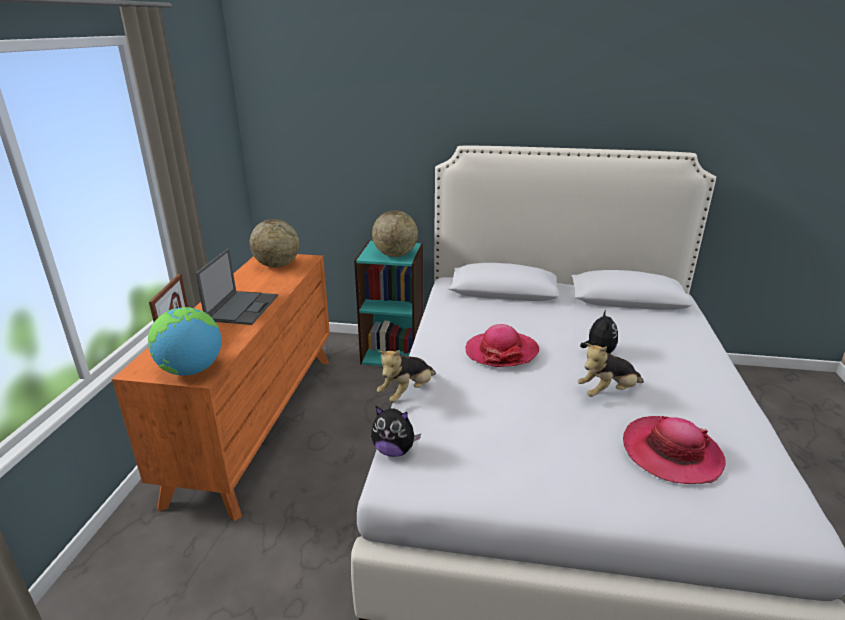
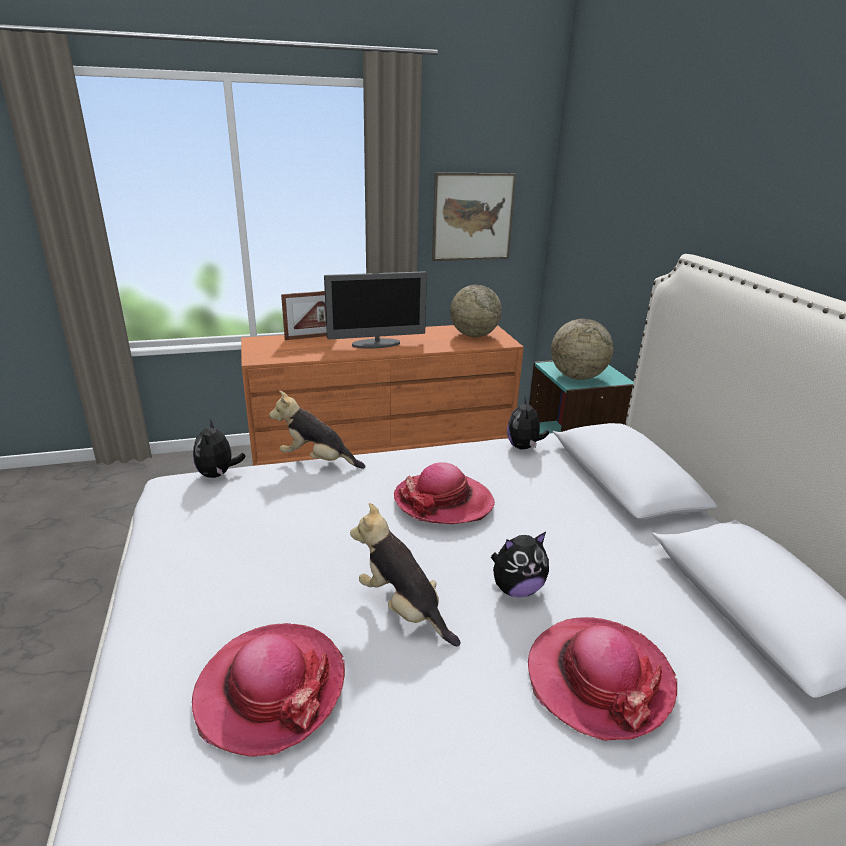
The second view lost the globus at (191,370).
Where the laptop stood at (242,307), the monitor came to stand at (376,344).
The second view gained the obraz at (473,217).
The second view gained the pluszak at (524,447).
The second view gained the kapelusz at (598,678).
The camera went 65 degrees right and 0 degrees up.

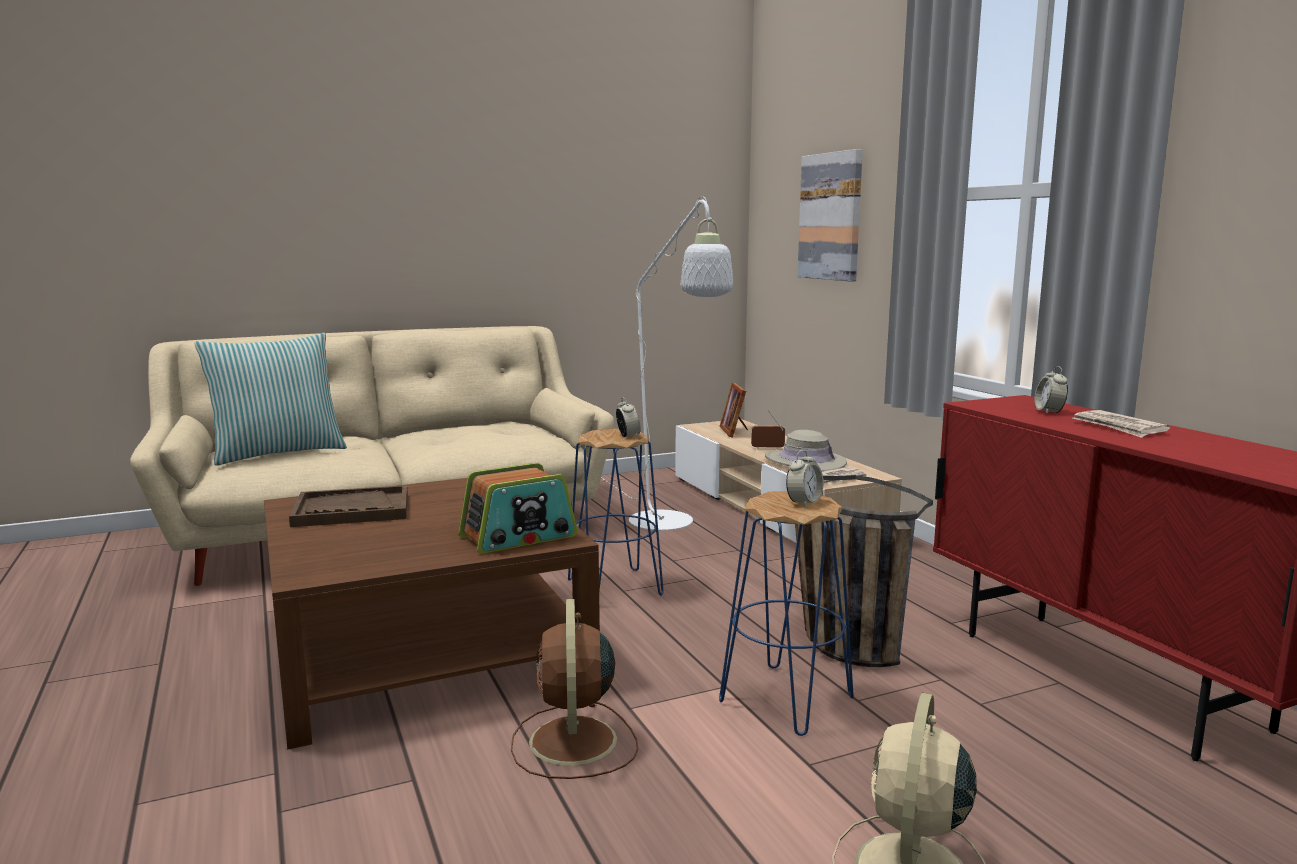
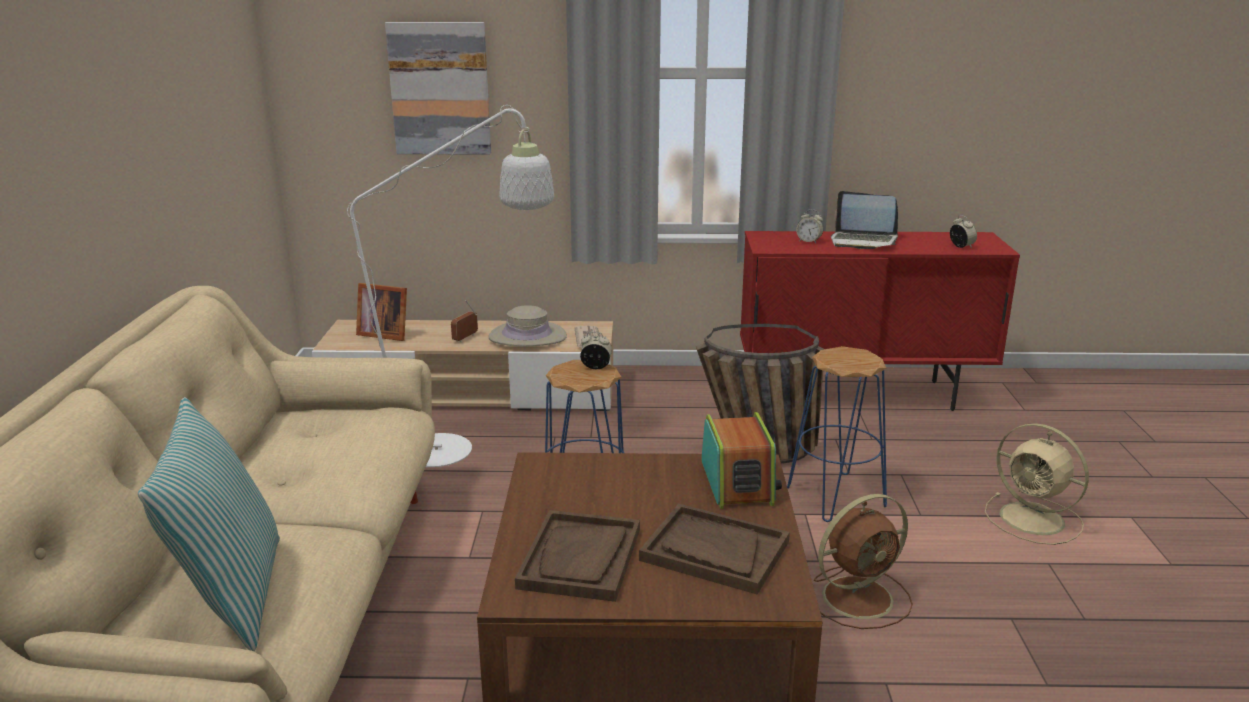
The wentylator/brązowy at (573,743) ended up facing another way, 45 degrees counterclockwise from before.
The budzik ended up elsewhere, having gone from (804,503) to (961,246).
Where the gazeta stood at (1118,427), the laptop came to stand at (863,241).
The second view gained the taca/brązowy at (714,551).
The camera went 65 degrees left and 10 degrees up.

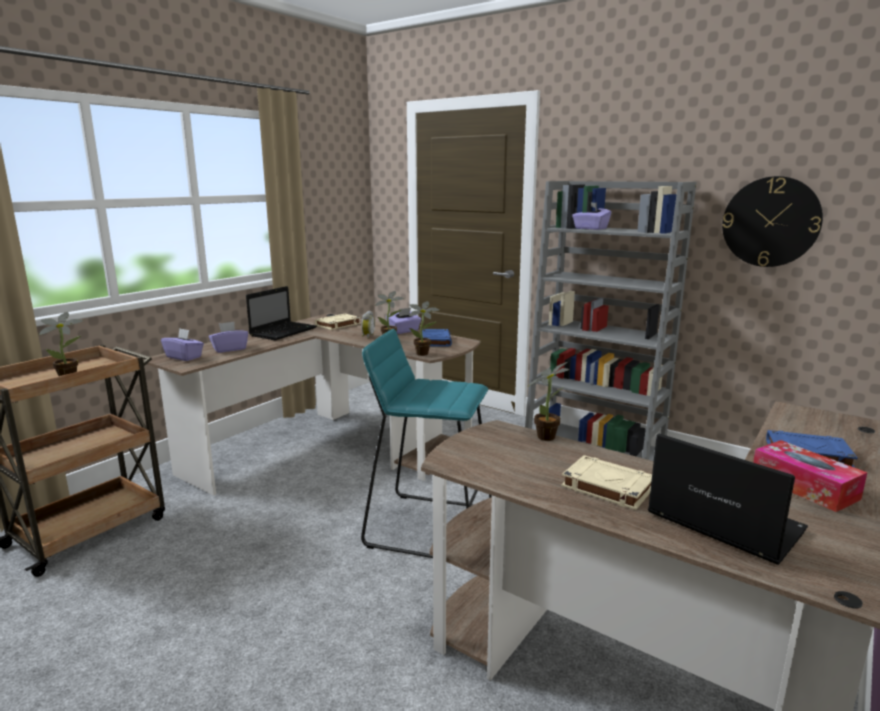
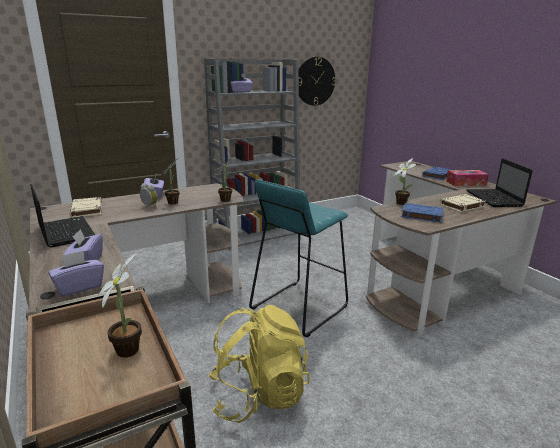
The książka/niebieski ended up elsewhere, having gone from (435,341) to (421,215).
The laptop at (720,522) ended up facing another way, 75 degrees counterclockwise from before.
The second view gained the plecak/żółty at (259,395).
The camera went 65 degrees left and 5 degrees up.

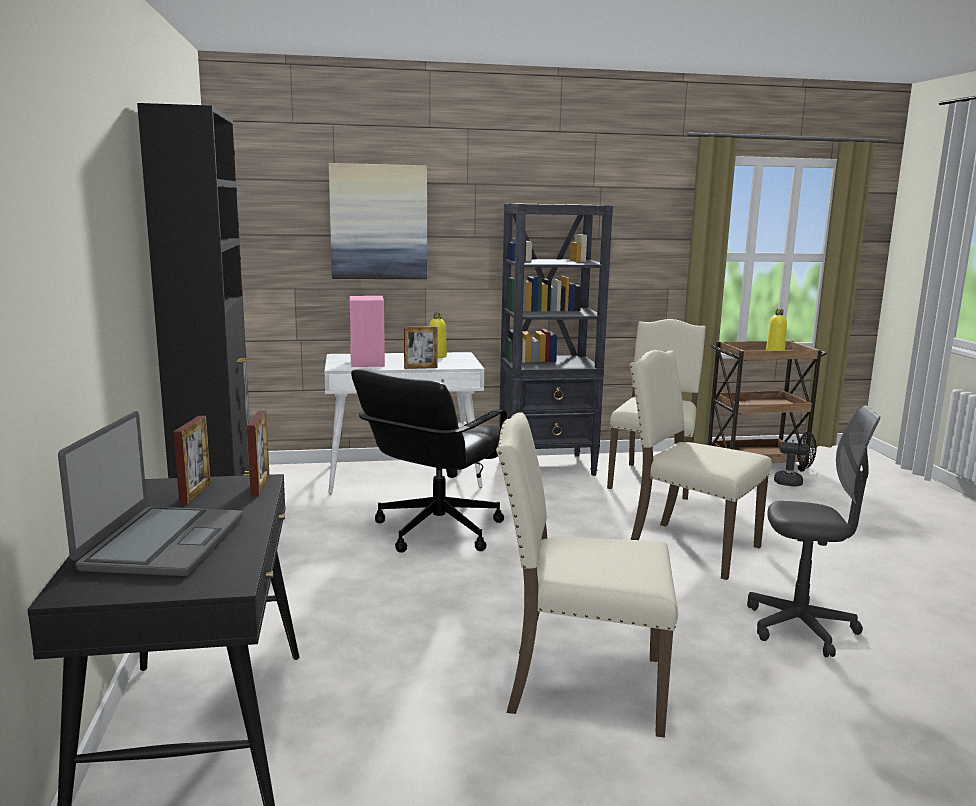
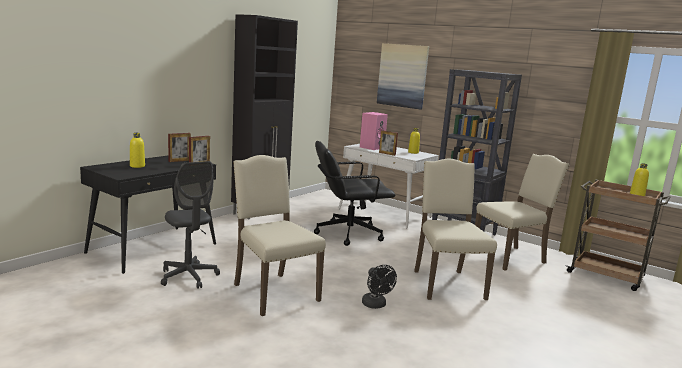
Where the laptop stood at (161,543), the butelka/żółty came to stand at (137,166).
The krzesło biurowe/szary ended up elsewhere, having gone from (800,627) to (188,276).
The wentylator/czarny ended up elsewhere, having gone from (793,483) to (376,305).
The camera went 45 degrees right and 0 degrees up.

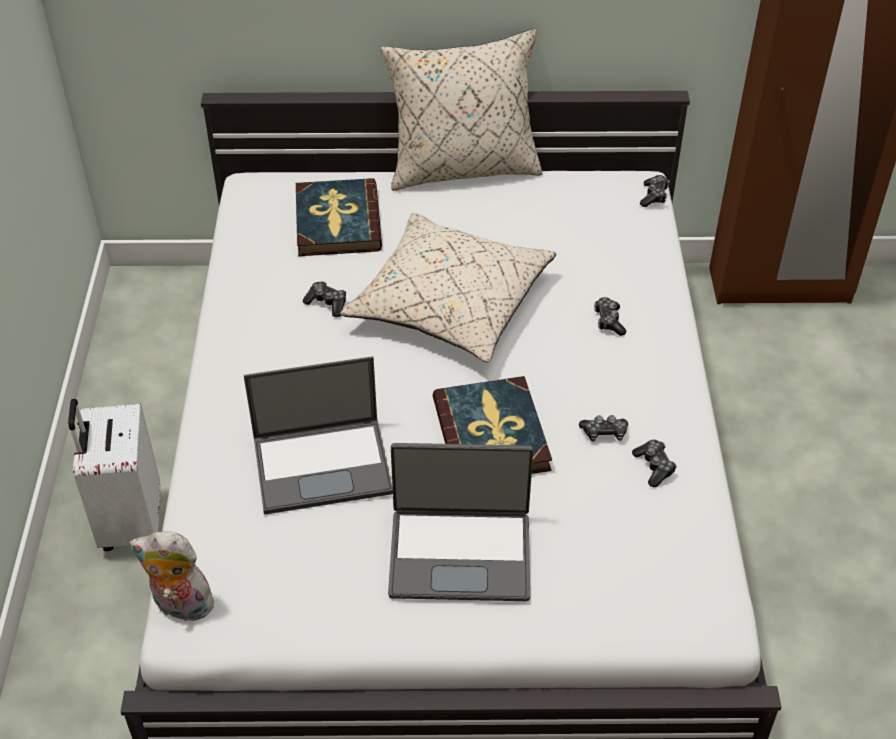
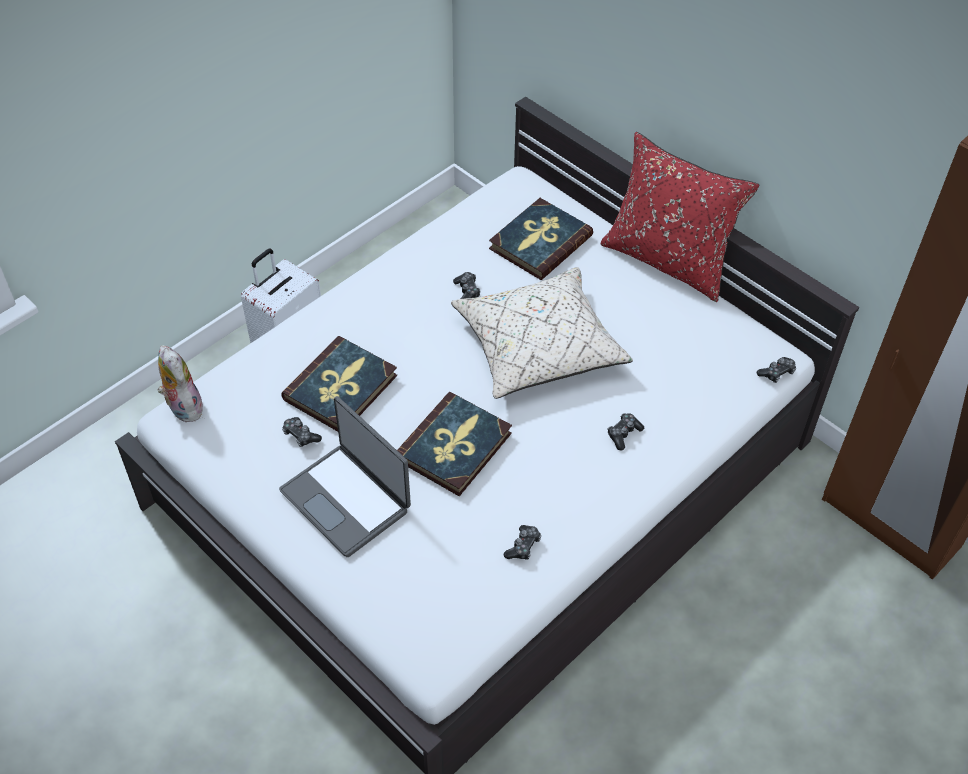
Where the laptop stood at (324,464), the książka came to stand at (341,388).
What was the poduszka/beżowy at (462,168) turned into the poduszka/czerwony at (668,260).
The pad do gier ended up elsewhere, having gone from (604,433) to (300,435).
The camera went 45 degrees right and 5 degrees up.

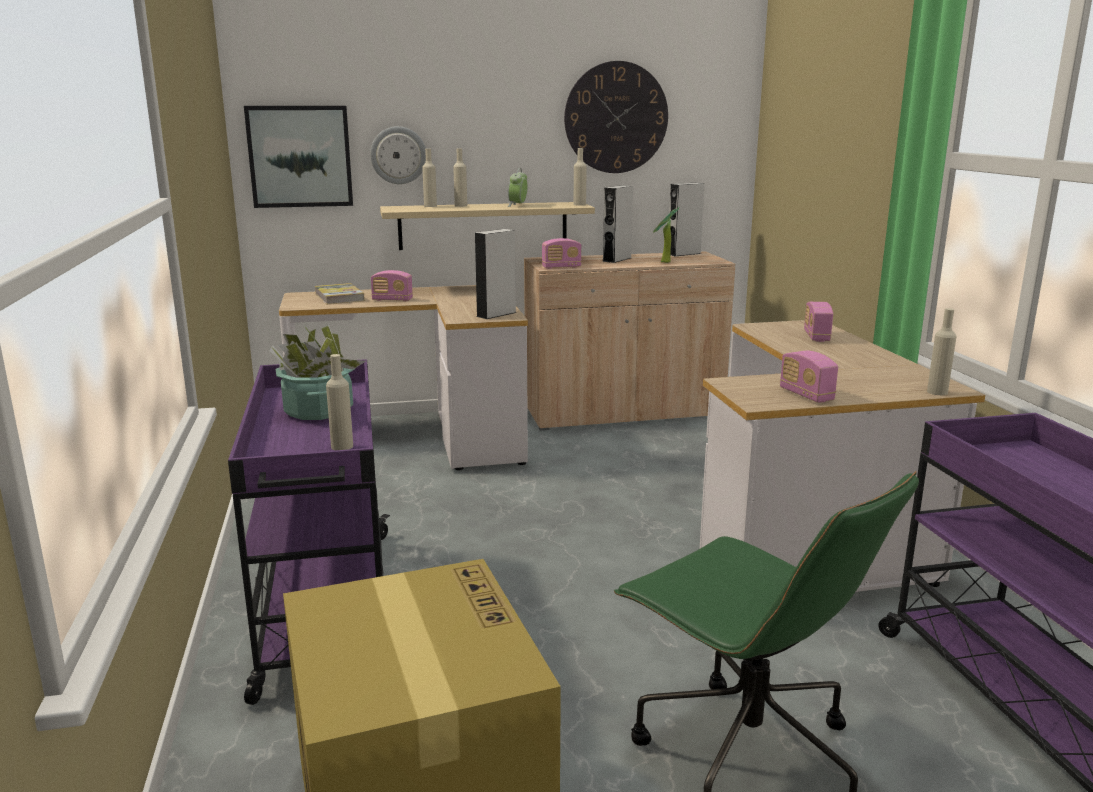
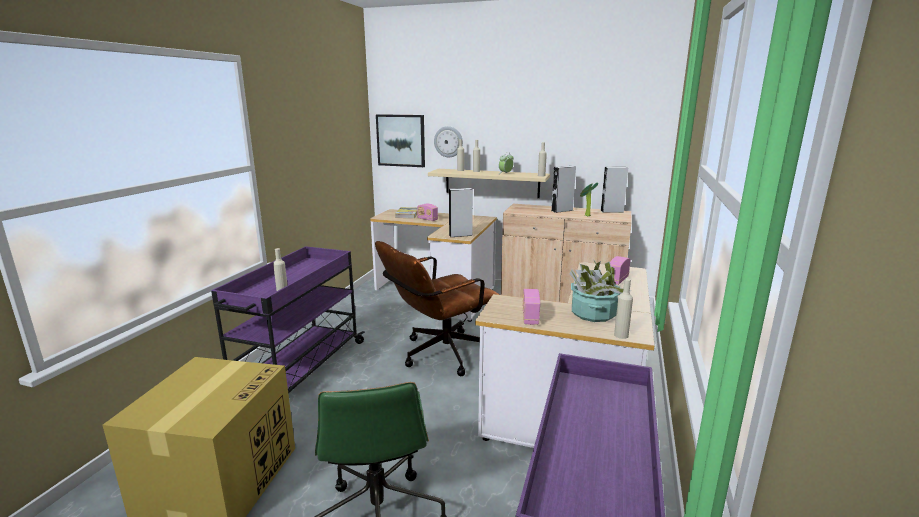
The roślina doniczkowa ended up elsewhere, having gone from (318,410) to (593,314).
The second view lost the radio at (561,267).
The second view lost the zegar ścienny at (616,118).
The second view gained the krzesło biurowe/brązowy at (439,355).
The camera went 30 degrees right and 0 degrees up.

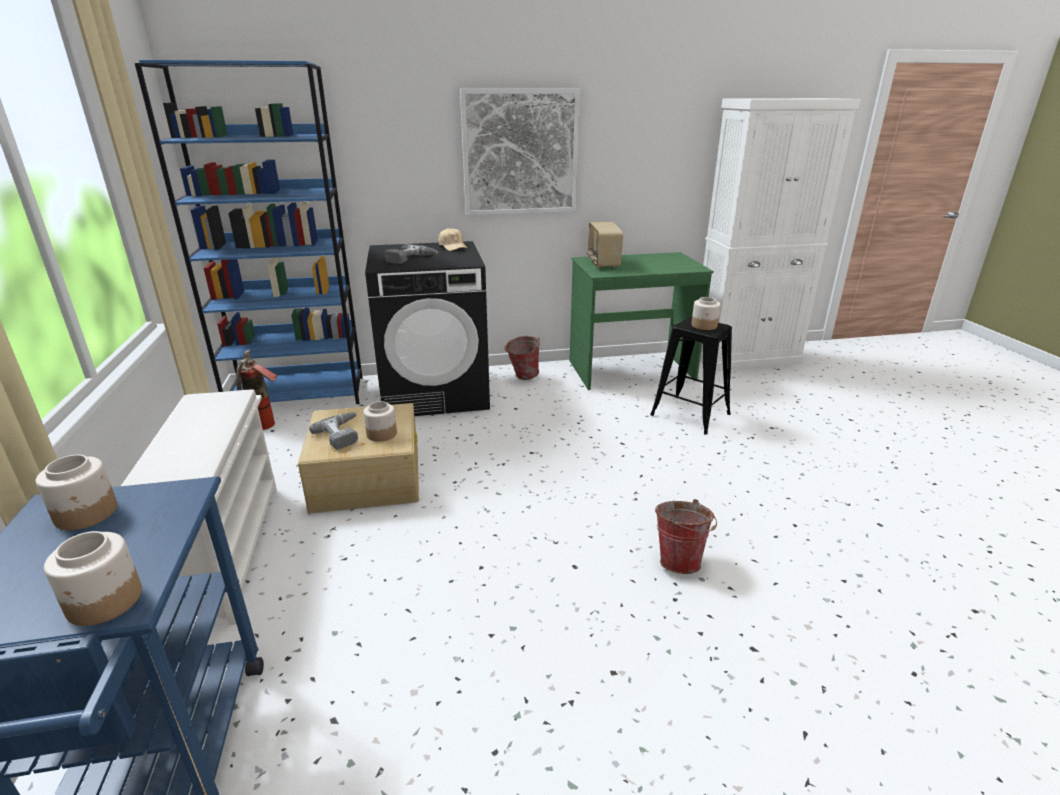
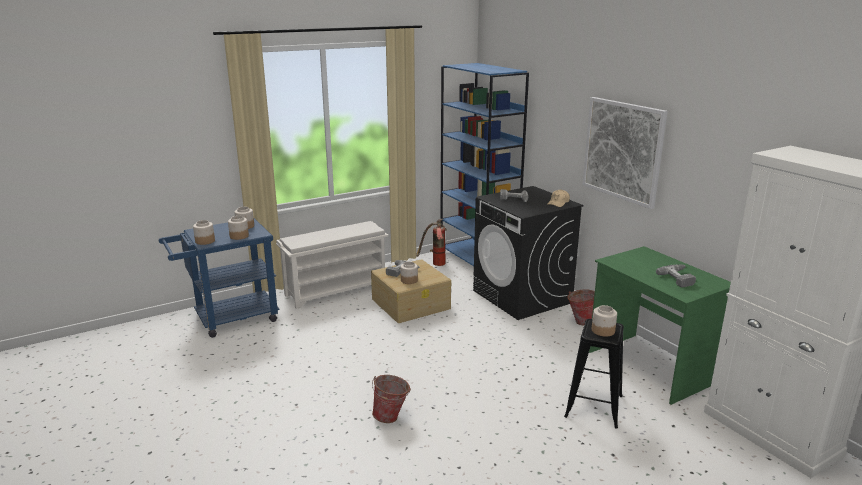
The second view lost the radio at (602,263).
The second view gained the słoik at (239,236).
The second view gained the wiertarka at (680,278).
The camera went 70 degrees right and 5 degrees down.

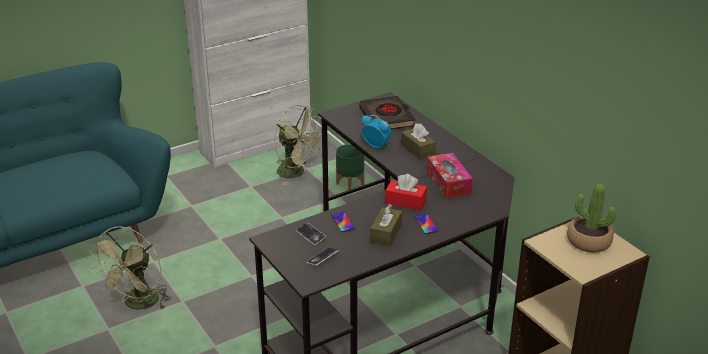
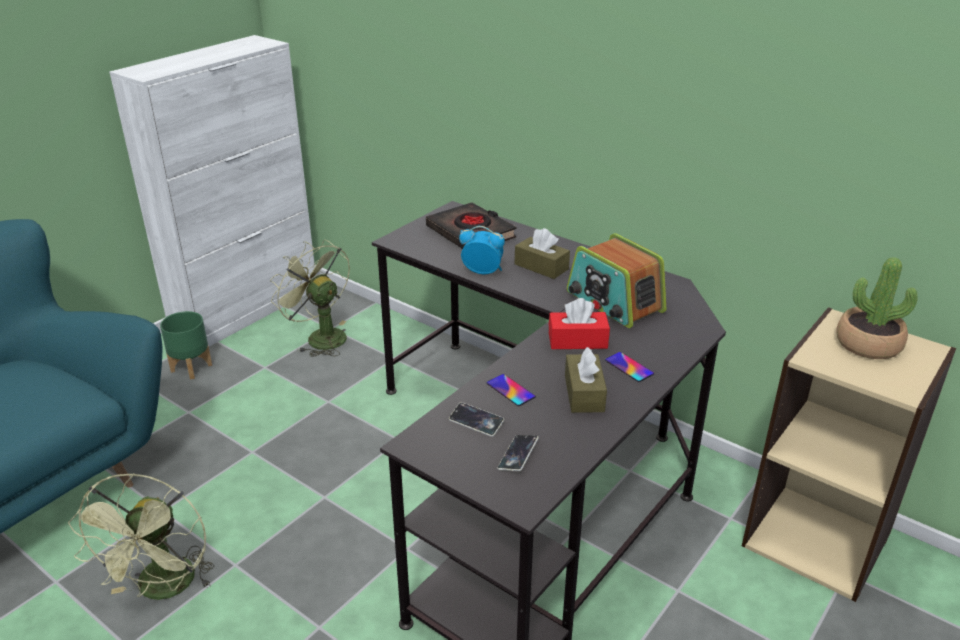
The wentylator/zielony at (296,173) ended up facing another way, 150 degrees counterclockwise from before.
The donica/zielony ended up elsewhere, having gone from (349,183) to (191,367).
Where the pudełko chusteczek stood at (448,182), the radio came to stand at (614,302).
The camera went 20 degrees left and 0 degrees up.

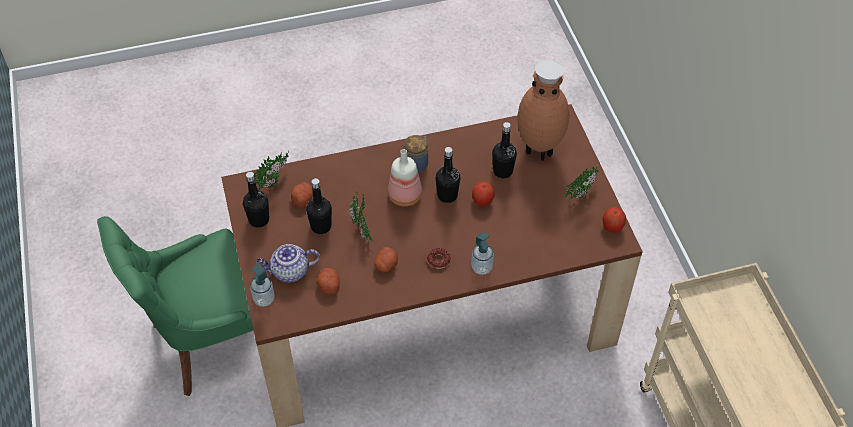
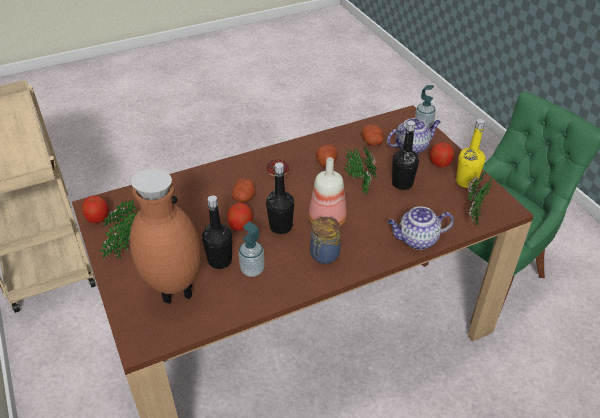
What was the butelka/czarny at (259,220) turned into the butelka/żółty at (466,182).
The ziemniak ended up elsewhere, having gone from (302,199) to (244,198).
The dozownik mydła ended up elsewhere, having gone from (481,267) to (252,270).
The second view gained the imbryk at (417,240).
The second view gained the jabłko at (440,164).
The camera went 170 degrees right and 10 degrees down.

